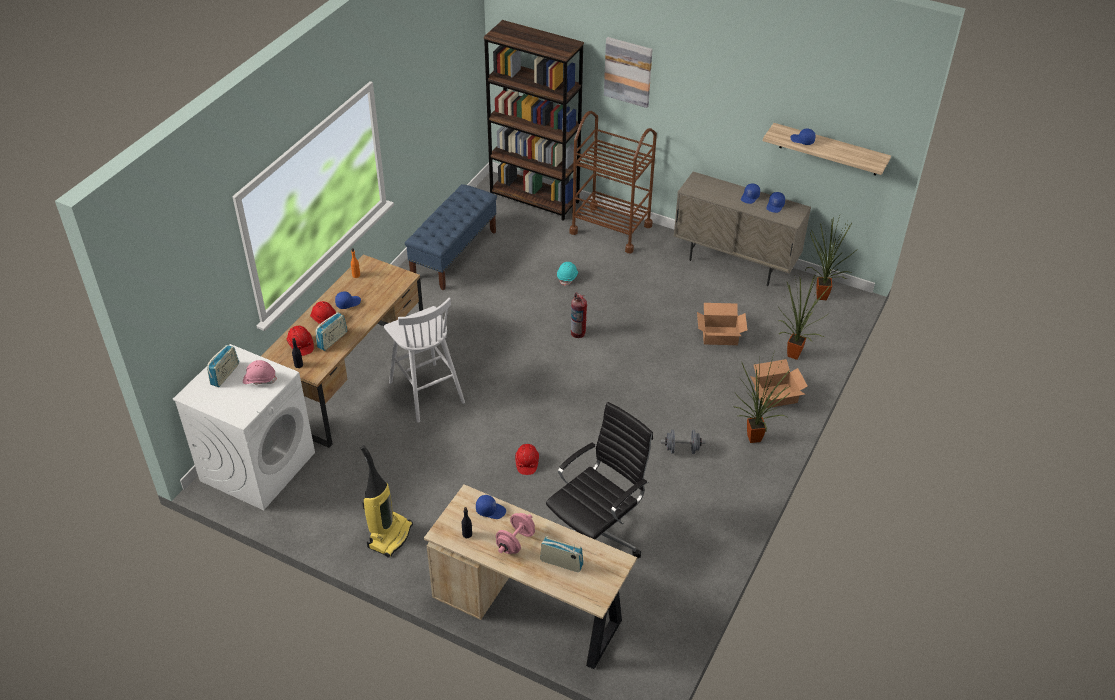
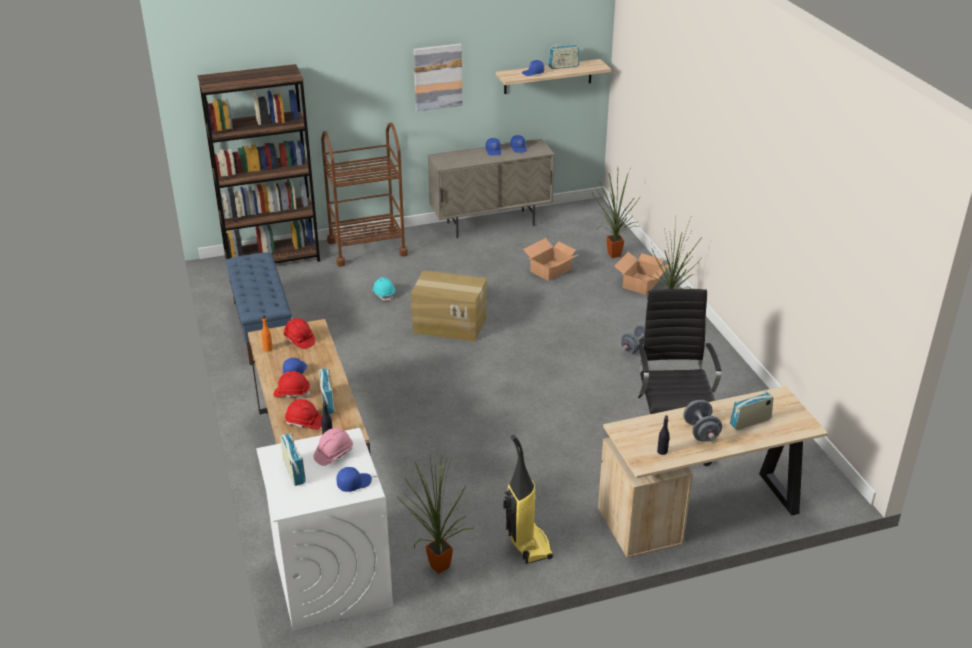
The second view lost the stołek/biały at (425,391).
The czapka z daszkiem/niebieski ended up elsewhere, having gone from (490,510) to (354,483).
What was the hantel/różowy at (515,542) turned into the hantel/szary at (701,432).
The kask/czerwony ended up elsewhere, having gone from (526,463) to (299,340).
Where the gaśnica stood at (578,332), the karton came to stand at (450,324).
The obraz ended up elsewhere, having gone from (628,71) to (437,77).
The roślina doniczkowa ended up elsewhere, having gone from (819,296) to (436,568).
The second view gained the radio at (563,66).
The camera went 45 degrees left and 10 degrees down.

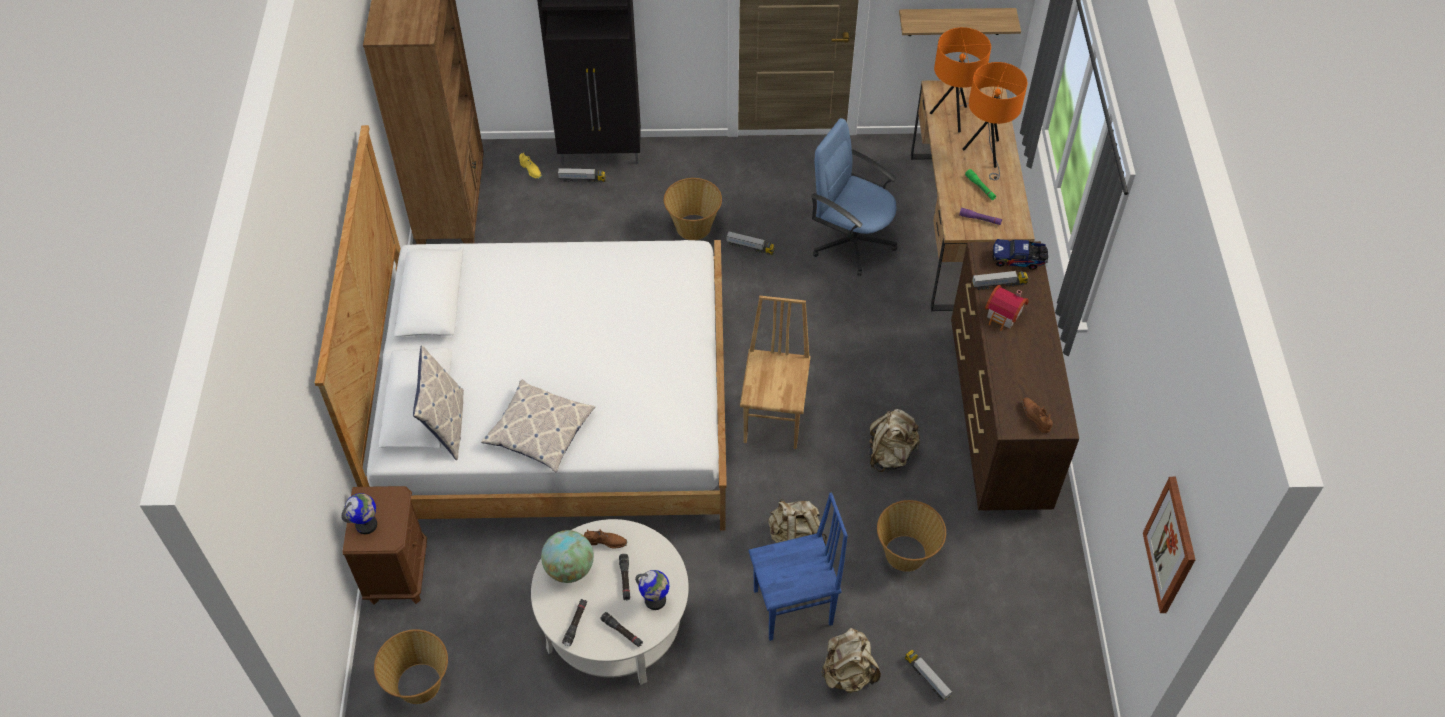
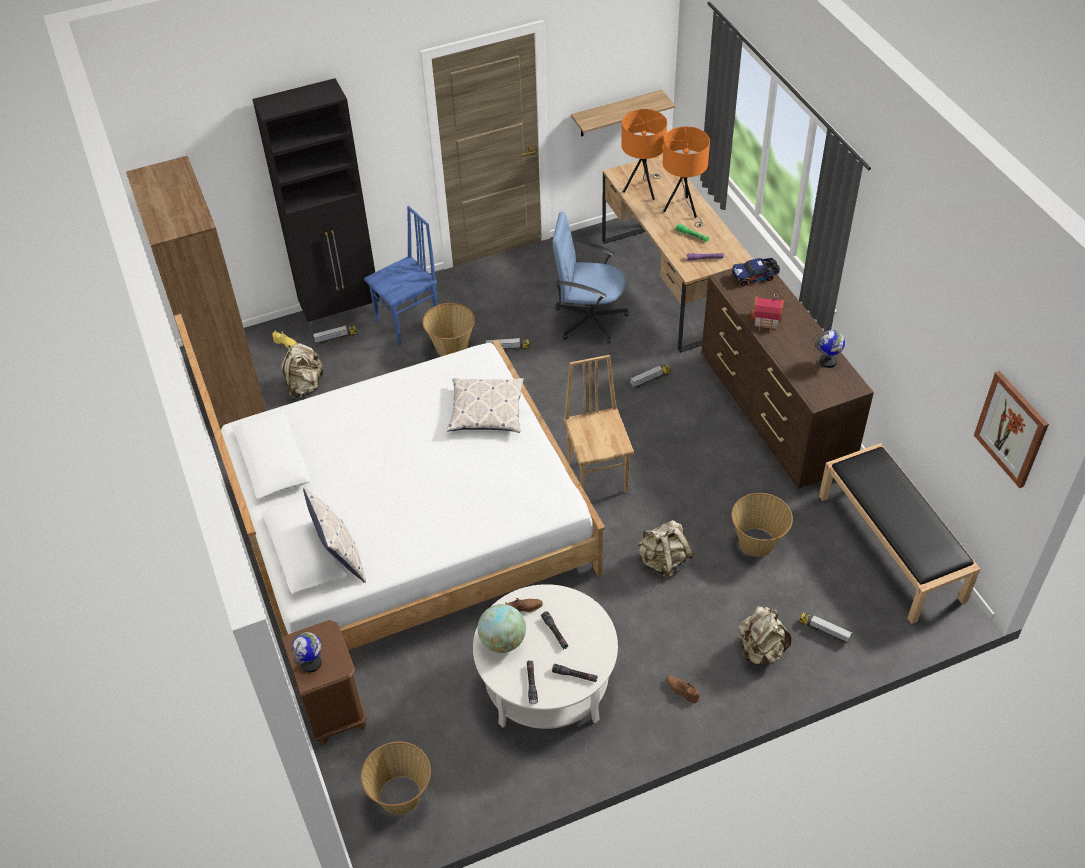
The poduszka ended up elsewhere, having gone from (539,431) to (486,411).
The globus ended up elsewhere, having gone from (655,600) to (828,361).
The krzesło/niebieski ended up elsewhere, having gone from (794,608) to (409,323).
The plecak/beżowy ended up elsewhere, having gone from (890,454) to (305,386).
The ciężarówka zabawkowa ended up elsewhere, having gone from (999,284) to (650,380).
The but/brązowy ended up elsewhere, having gone from (1035,417) to (681,690).
The second view gained the ławka/czarny at (891,547).
The camera went 20 degrees left and 5 degrees down.

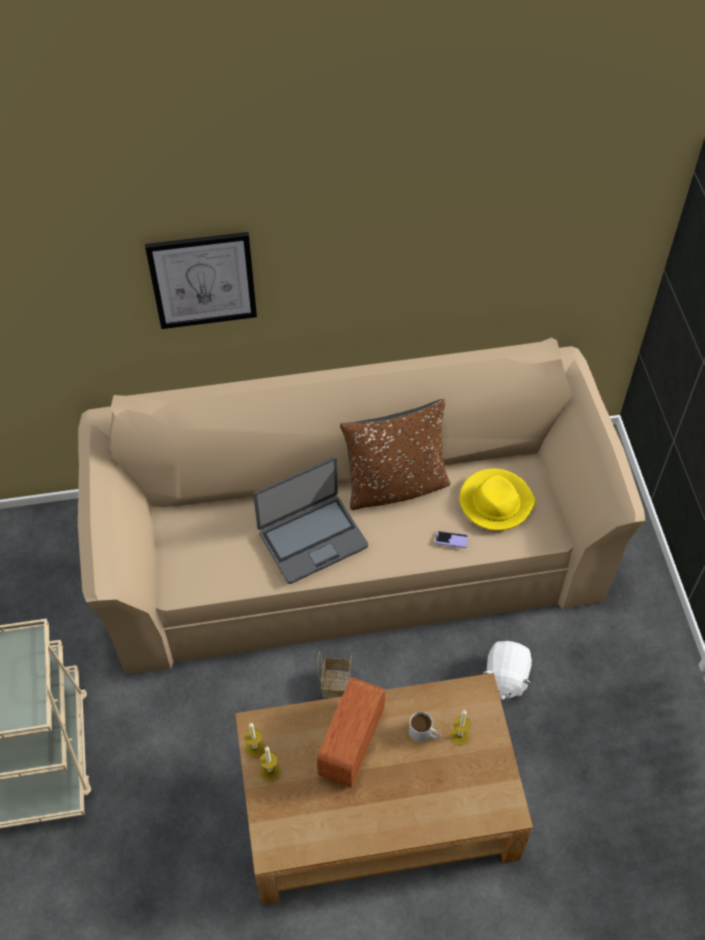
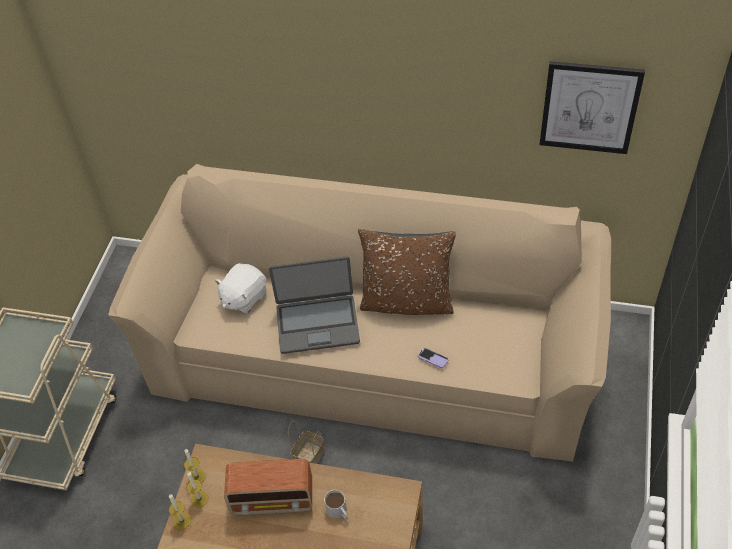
The obraz ended up elsewhere, having gone from (203,280) to (589,107).
The radio at (350,744) ended up facing another way, 135 degrees counterclockwise from before.
The świeca ended up elsewhere, having gone from (459,735) to (182,520).
The second view lost the kapelusz/żółty at (495,502).
The pluszak/biały ended up elsewhere, having gone from (505,677) to (243,298).
The camera went 25 degrees right and 5 degrees down.

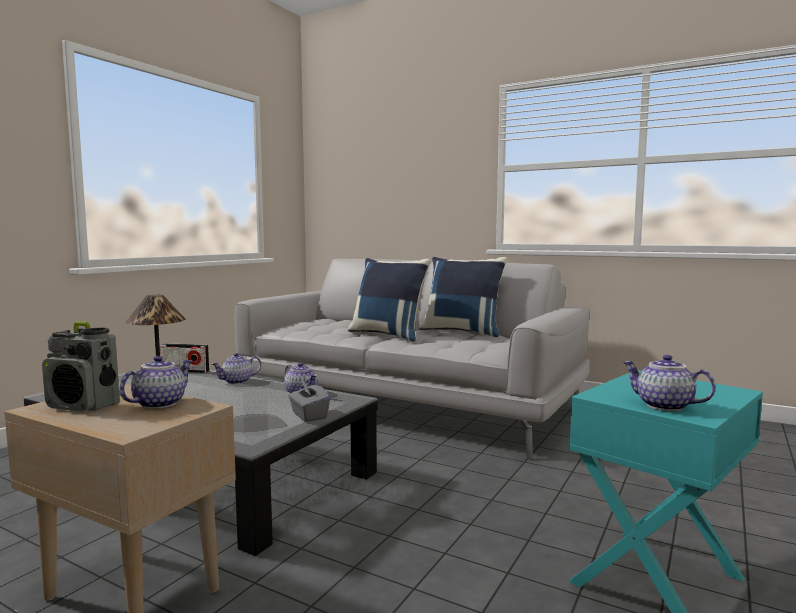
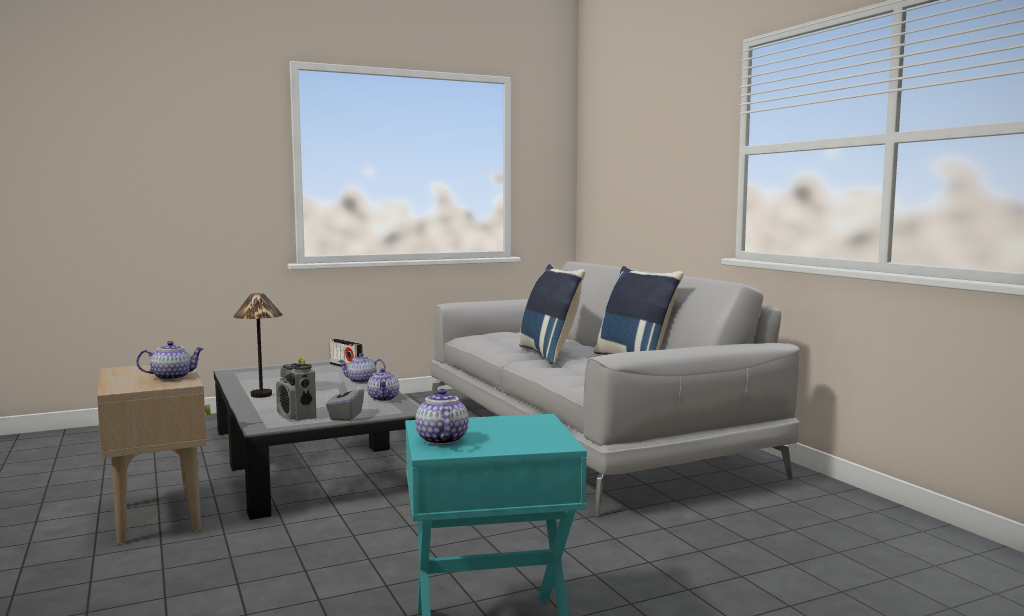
The radio ended up elsewhere, having gone from (84,406) to (297,416).
The camera went 35 degrees right and 0 degrees up.

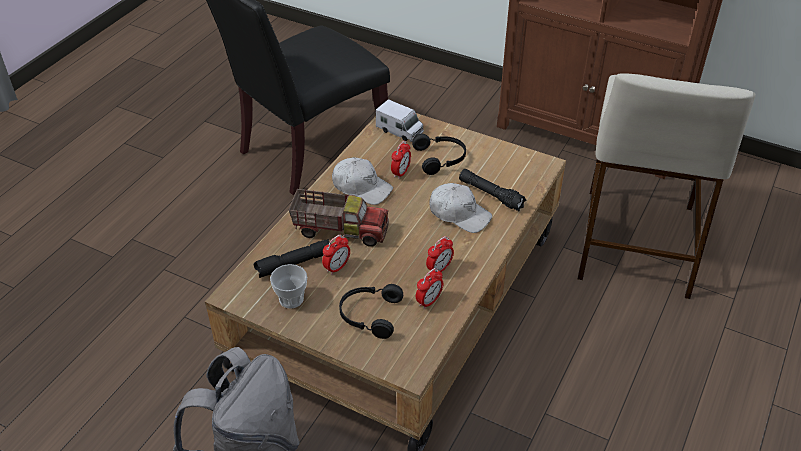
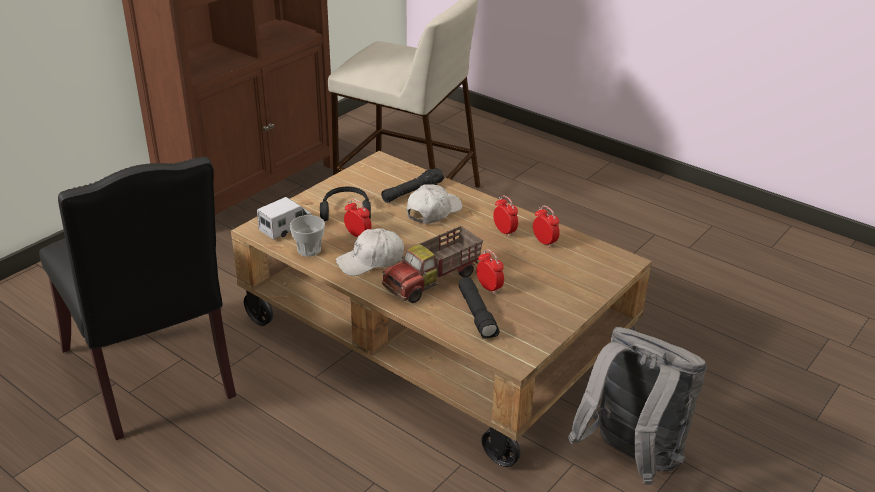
The filiżanka ended up elsewhere, having gone from (291,299) to (309,250).
The ciężarówka zabawkowa at (340,230) ended up facing another way, 150 degrees counterclockwise from before.
The czapka z daszkiem/biały at (361,187) ended up facing another way, 150 degrees counterclockwise from before.
The second view lost the słuchawki/czarny at (369,315).
The camera went 80 degrees left and 10 degrees down.

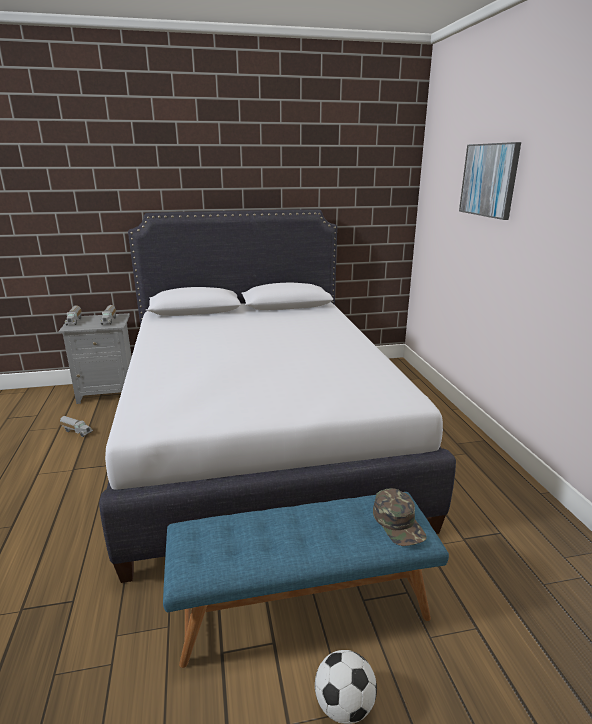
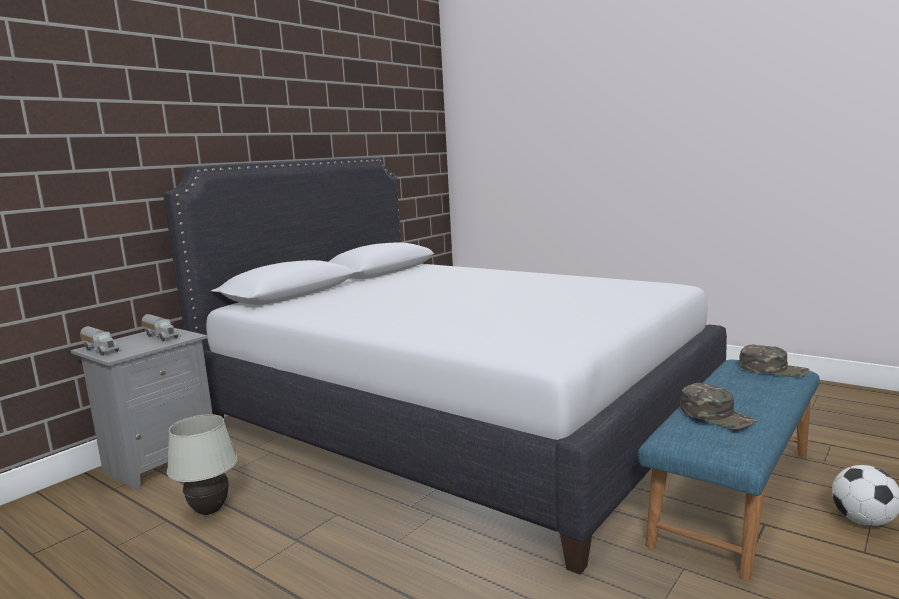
Where the ciężarówka zabawkowa stood at (77,431), the lampa stołowa/biały came to stand at (209,511).
The second view lost the obraz at (489,180).
The second view gained the czapka z daszkiem/zielony at (716,415).
The camera went 40 degrees left and 10 degrees down.

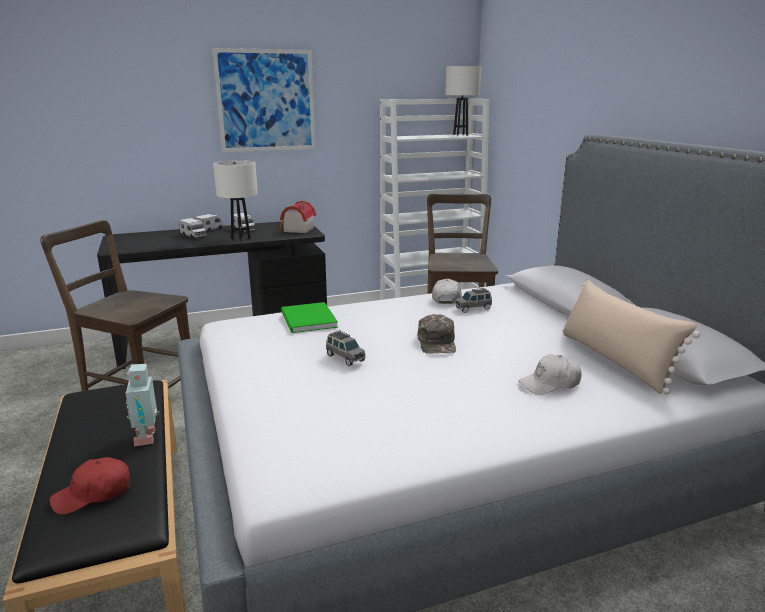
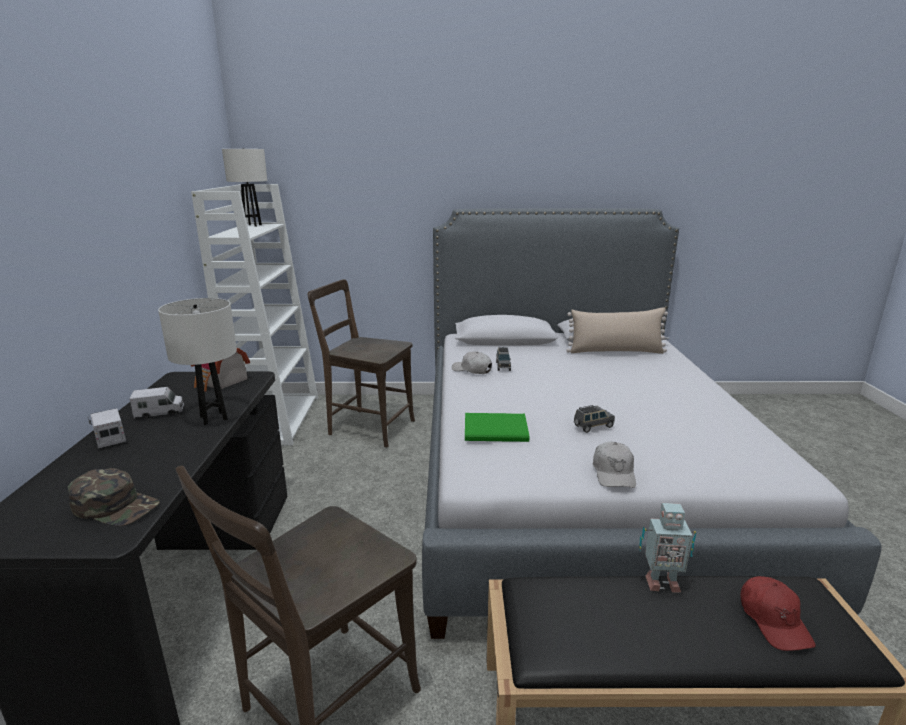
The second view lost the ciężarówka zabawkowa at (193,235).
The second view lost the obraz at (266,101).
The czapka z daszkiem/zielony ended up elsewhere, having gone from (437,342) to (116,506).
The czapka z daszkiem/biały ended up elsewhere, having gone from (550,384) to (614,473).
The camera went 70 degrees left and 0 degrees up.

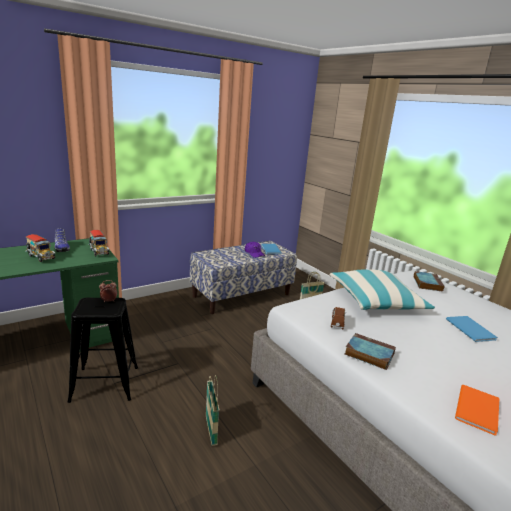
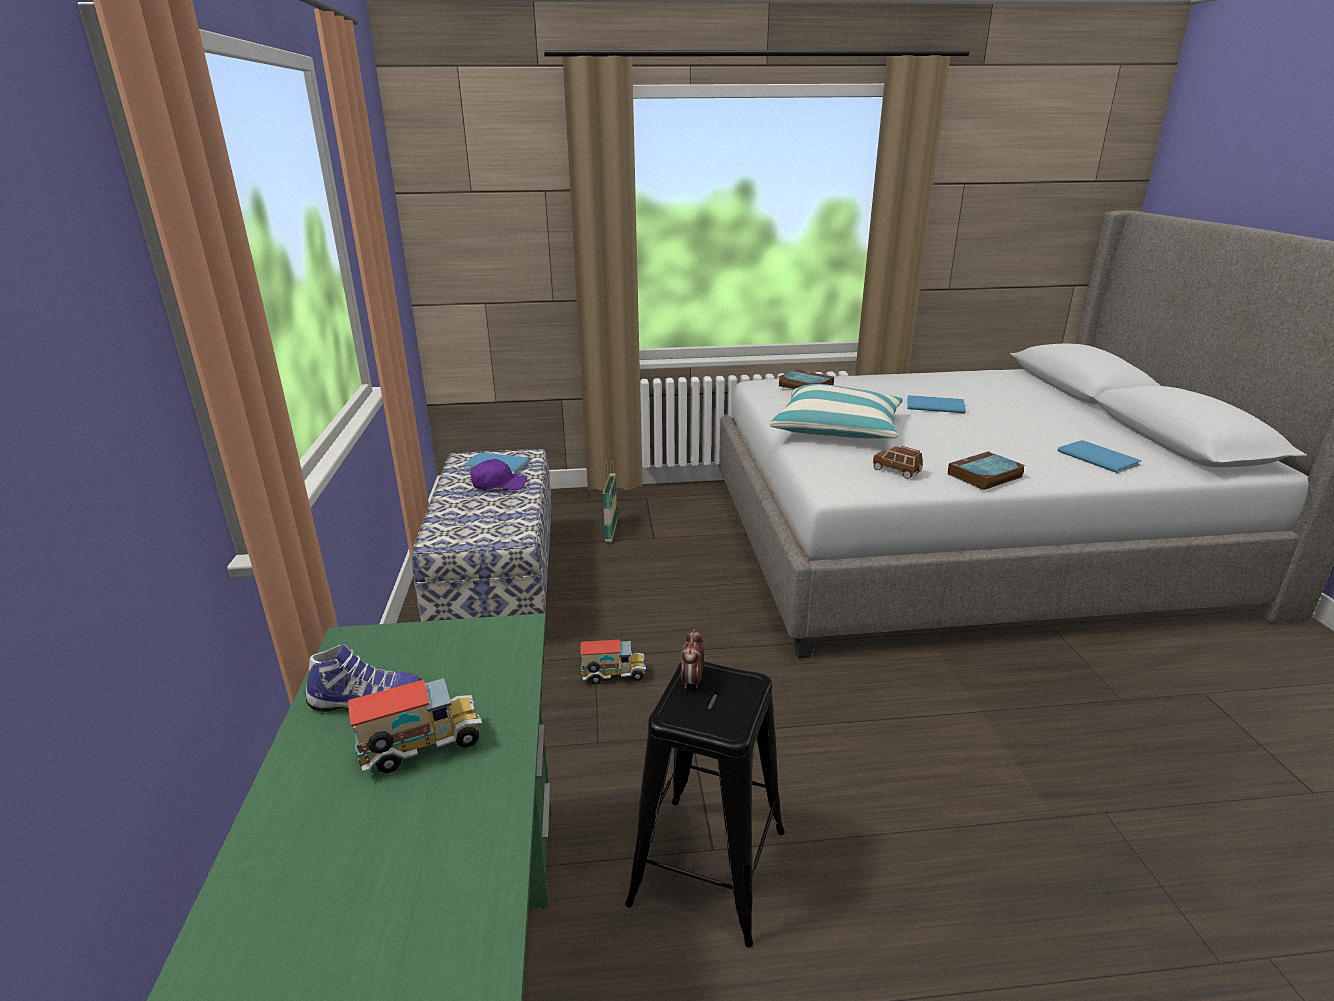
The ciężarówka zabawkowa ended up elsewhere, having gone from (99,252) to (613,676).
The second view lost the koszyk at (211,431).
What was the książka/pomarańczowy at (479,409) turned into the książka/niebieski at (1097,457).
The camera went 60 degrees left and 5 degrees up.

